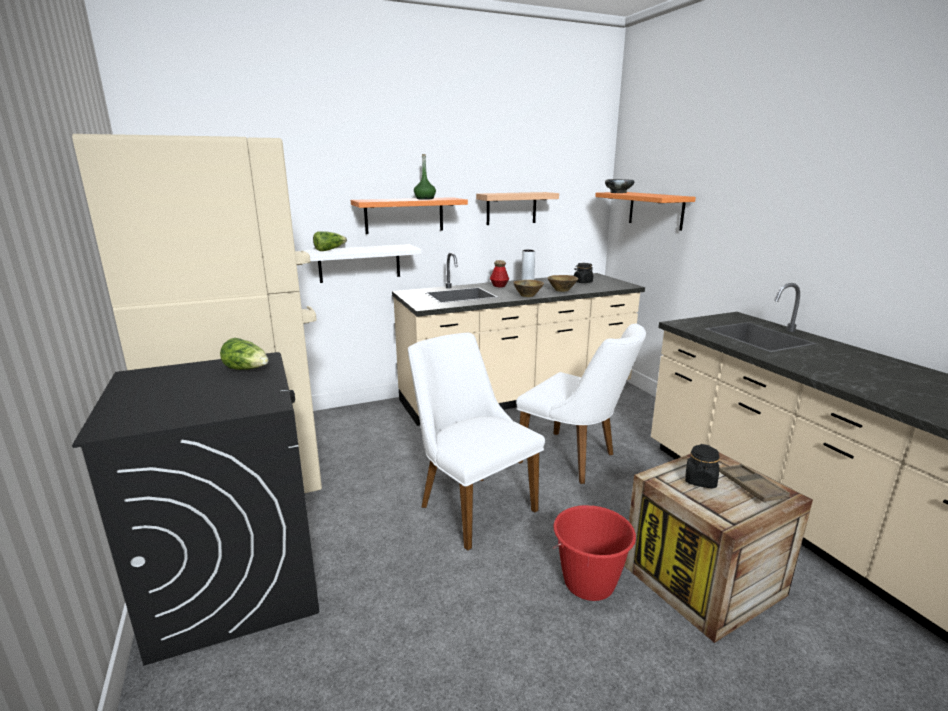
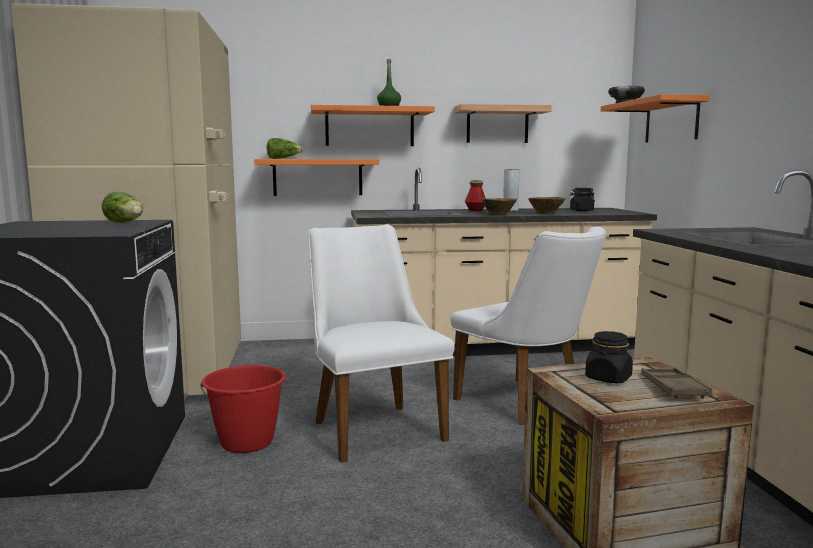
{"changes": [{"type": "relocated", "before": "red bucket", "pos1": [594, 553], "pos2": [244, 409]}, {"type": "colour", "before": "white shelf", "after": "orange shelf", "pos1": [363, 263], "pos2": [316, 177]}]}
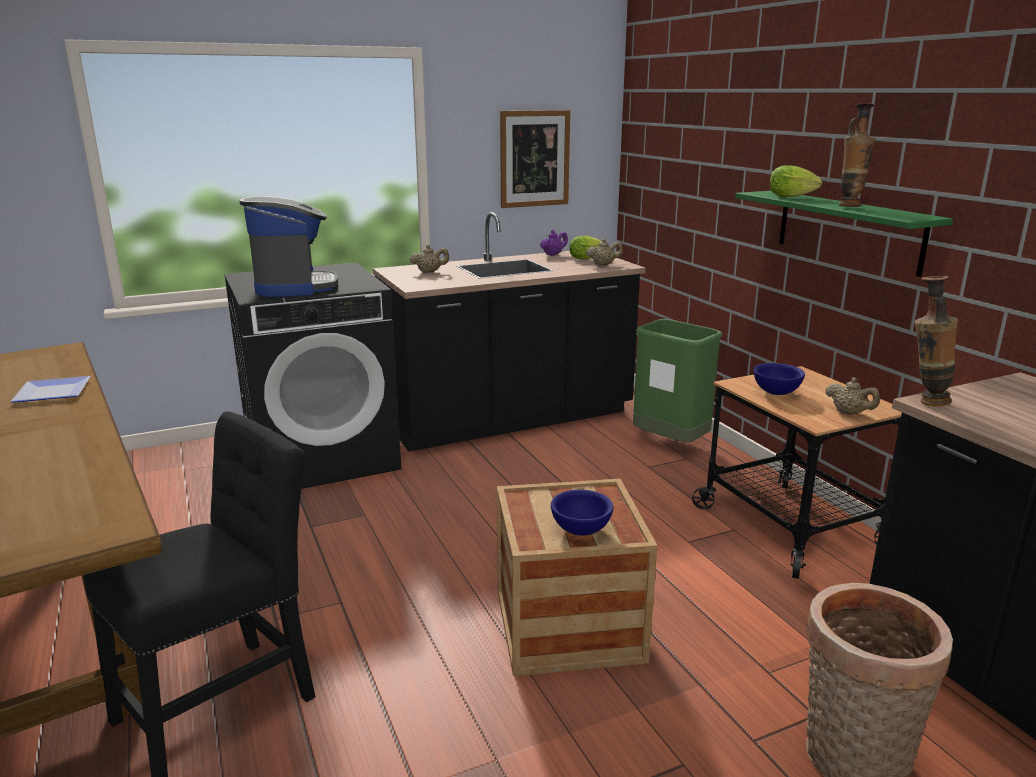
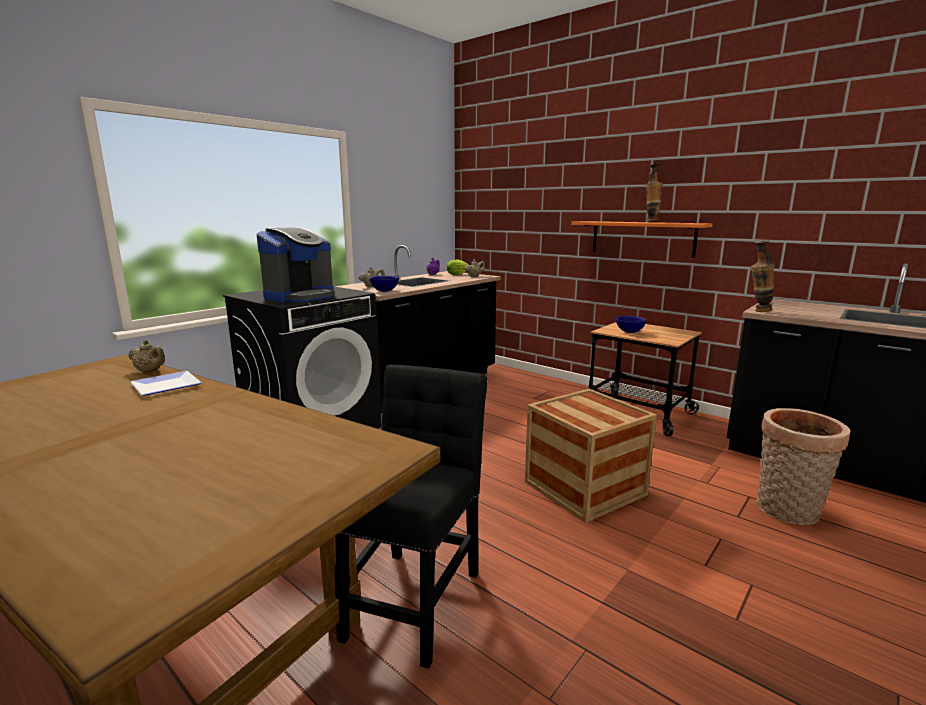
{"changes": [{"type": "missing", "before": "picture", "pos1": [535, 159]}, {"type": "missing", "before": "green trash can", "pos1": [678, 381]}, {"type": "missing", "before": "lettuce", "pos1": [796, 181]}, {"type": "relocated", "before": "blue bowl", "pos1": [582, 513], "pos2": [384, 284]}, {"type": "relocated", "before": "beige teapot", "pos1": [853, 396], "pos2": [146, 356]}, {"type": "colour", "before": "green shelf", "after": "orange shelf", "pos1": [844, 234], "pos2": [642, 239]}, {"type": "spun", "before": "coffee machine", "pos1": [288, 246], "pos2": [296, 264], "turn": 75}]}
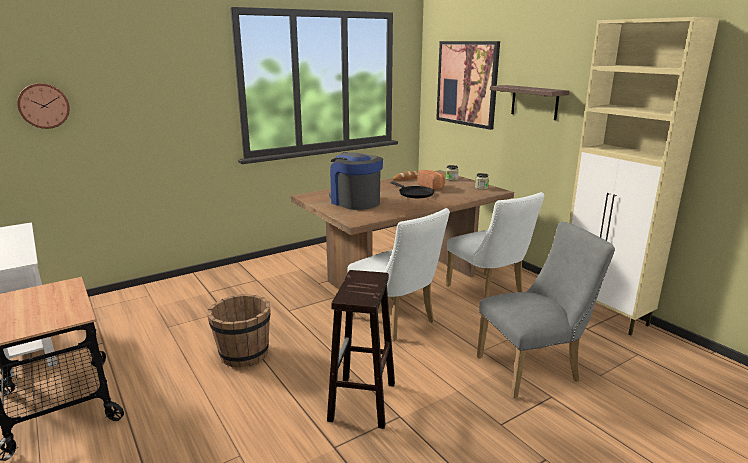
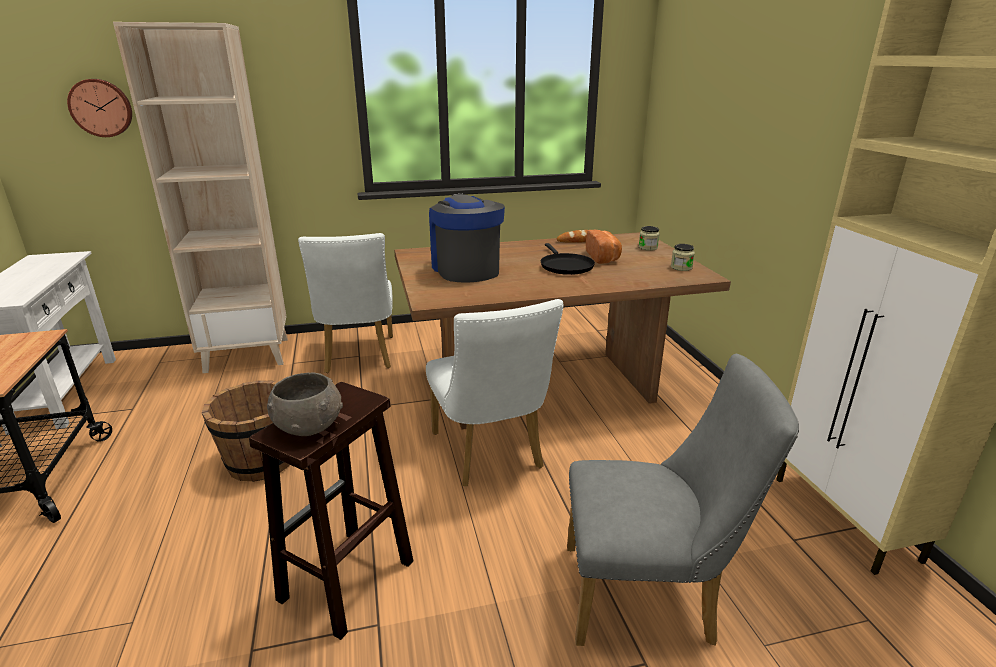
{"changes": [{"type": "missing", "before": "picture", "pos1": [468, 85]}, {"type": "missing", "before": "shelf", "pos1": [530, 102]}, {"type": "appeared", "after": "beige bookcase", "pos2": [200, 197]}, {"type": "appeared", "after": "grey bowl", "pos2": [305, 404]}, {"type": "relocated", "before": "white chair", "pos1": [495, 245], "pos2": [345, 303]}]}
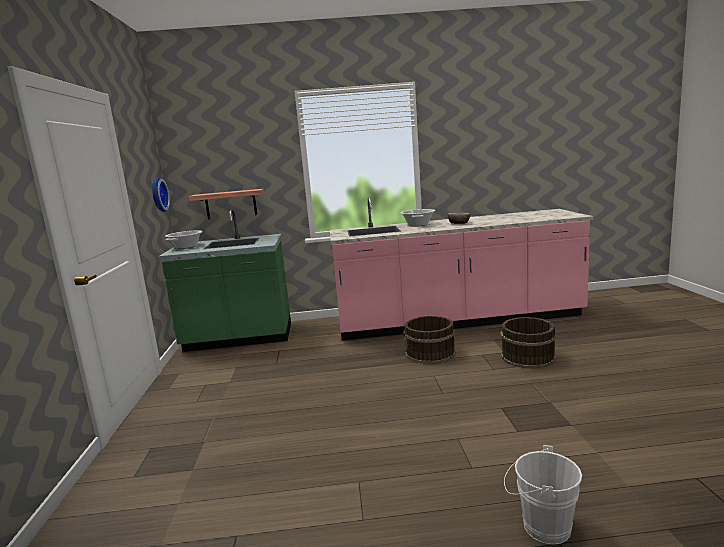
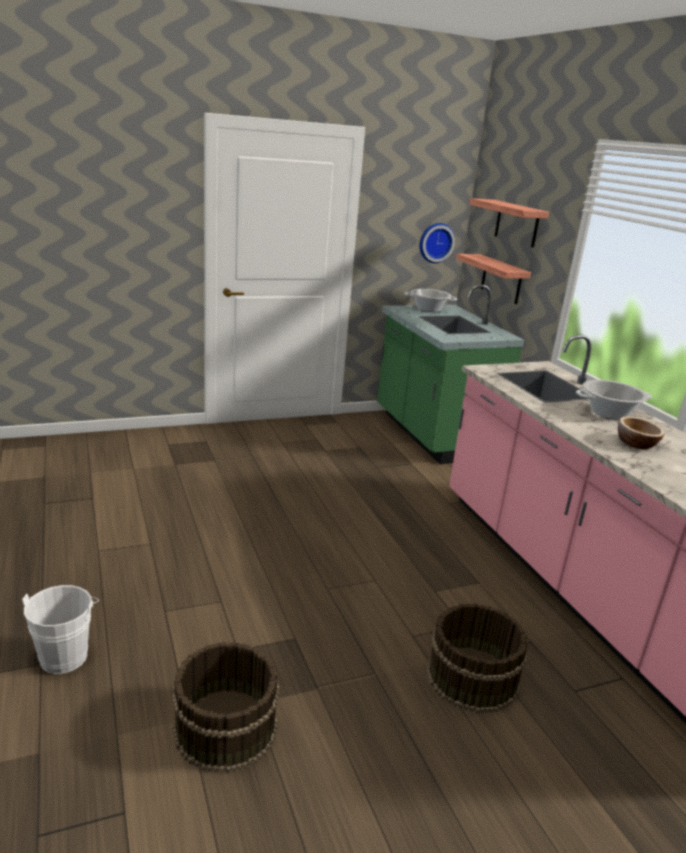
{"changes": [{"type": "appeared", "after": "shelf", "pos2": [509, 223]}, {"type": "relocated", "before": "brown bucket", "pos1": [429, 340], "pos2": [225, 707]}]}
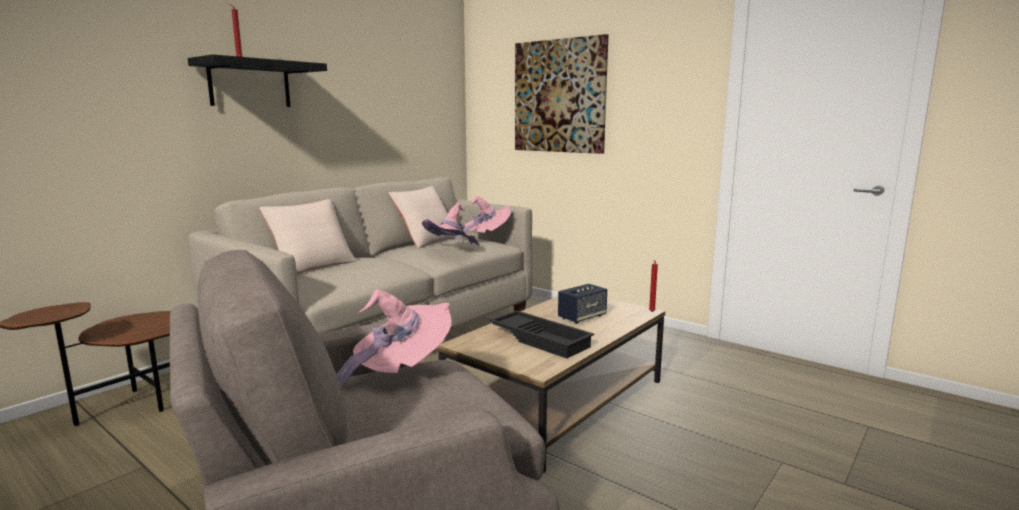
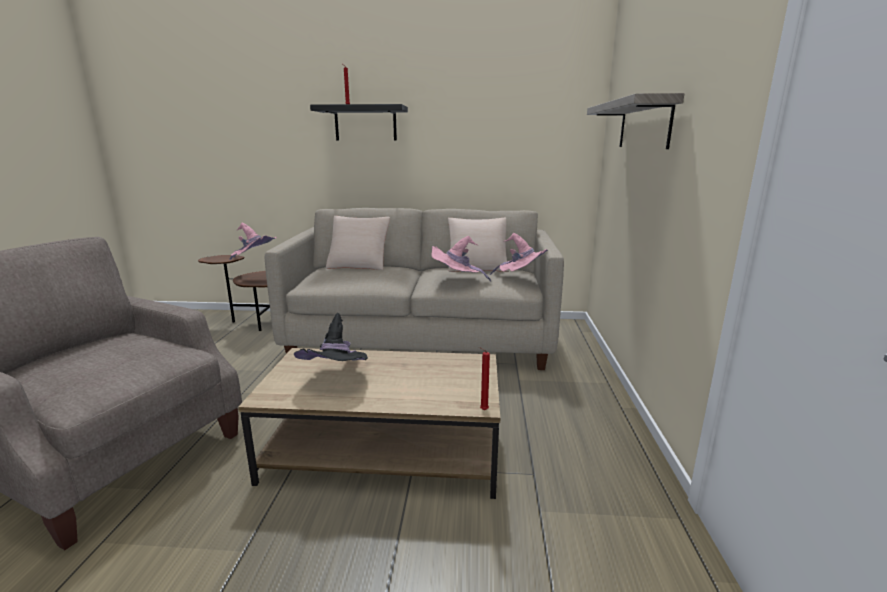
{"changes": [{"type": "missing", "before": "speaker", "pos1": [582, 304]}, {"type": "relocated", "before": "pink hat", "pos1": [394, 339], "pos2": [253, 241]}, {"type": "exchanged", "before": "black tray", "after": "black hat", "pos1": [542, 335], "pos2": [331, 337]}, {"type": "exchanged", "before": "picture", "after": "shelf", "pos1": [561, 94], "pos2": [635, 121]}]}
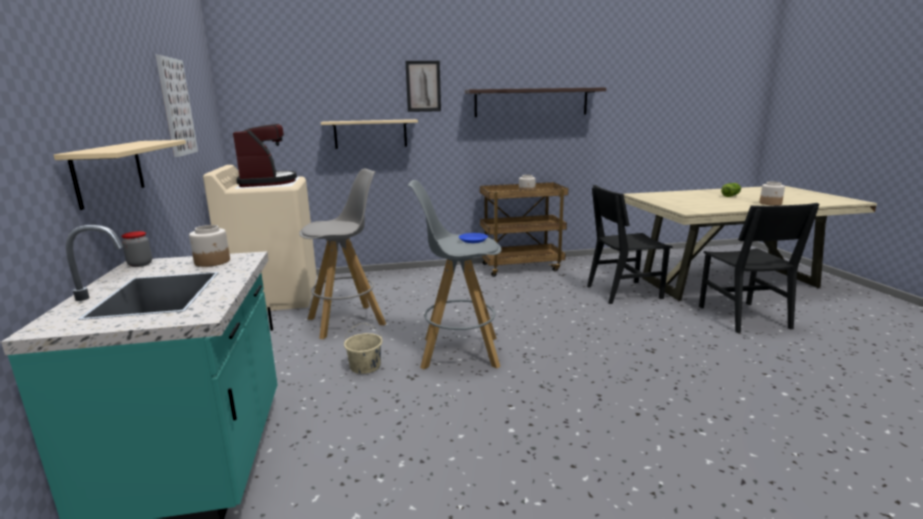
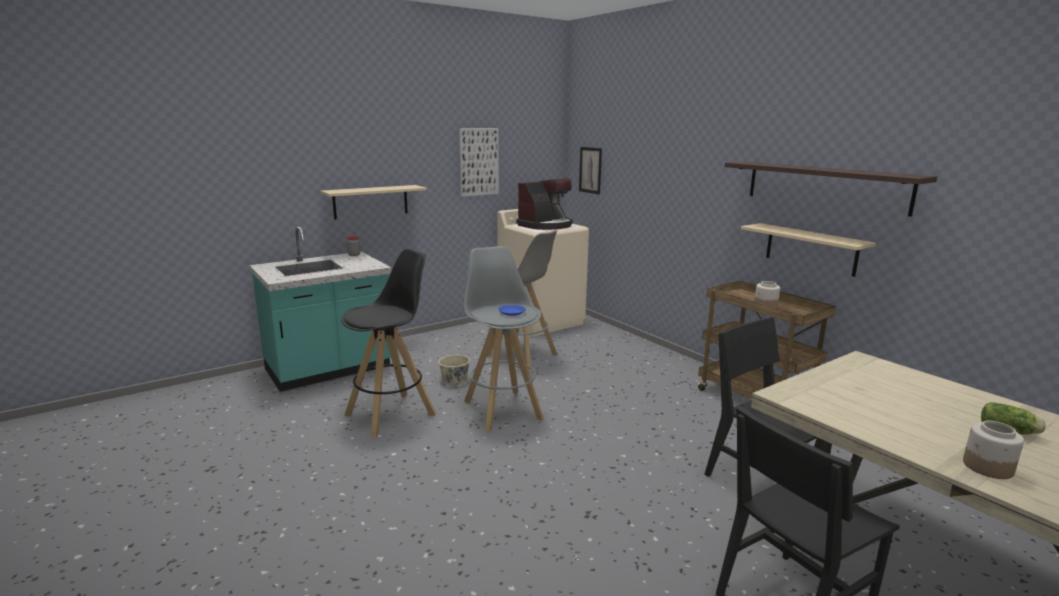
{"changes": [{"type": "missing", "before": "jar", "pos1": [209, 246]}, {"type": "appeared", "after": "black stool", "pos2": [388, 343]}, {"type": "relocated", "before": "beige shelf", "pos1": [369, 134], "pos2": [808, 250]}, {"type": "relocated", "before": "picture", "pos1": [423, 86], "pos2": [590, 170]}]}
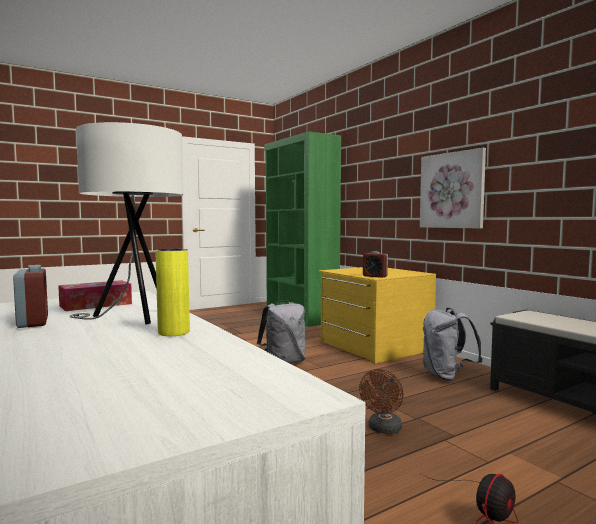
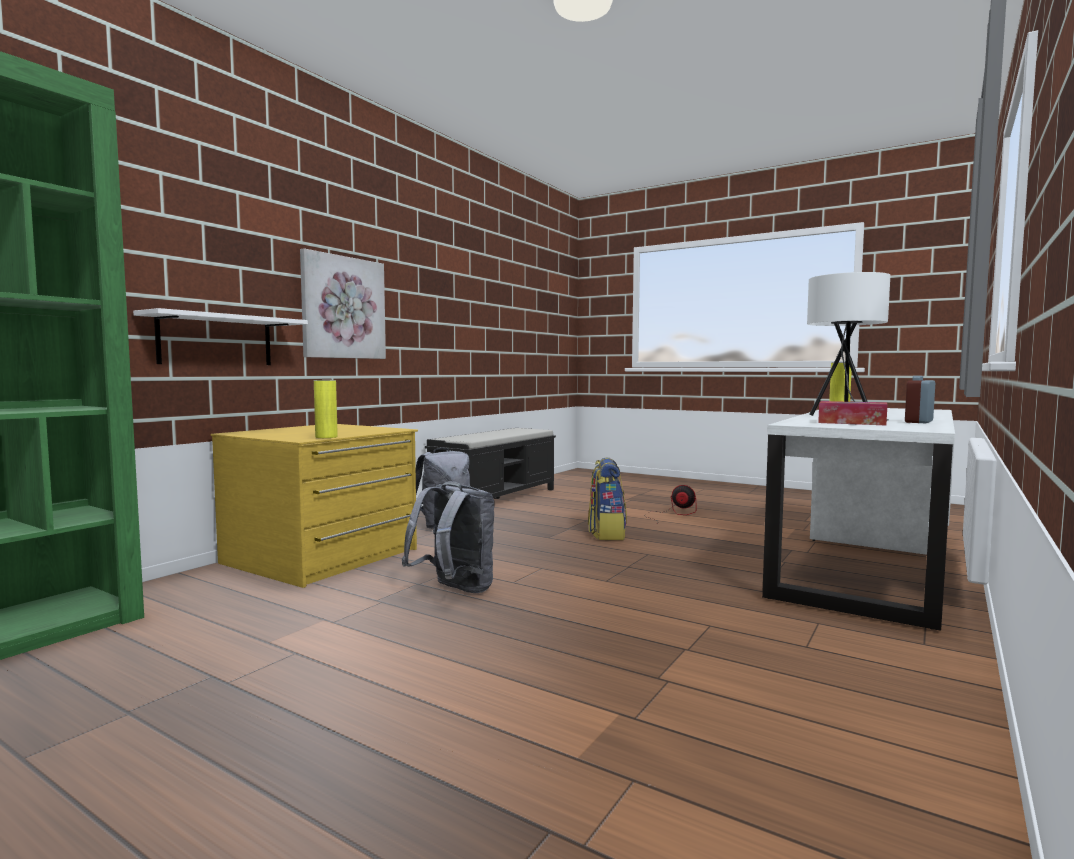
{"changes": [{"type": "missing", "before": "alarm clock", "pos1": [375, 264]}, {"type": "appeared", "after": "white shelf", "pos2": [220, 336]}, {"type": "appeared", "after": "yellow vase", "pos2": [326, 409]}, {"type": "exchanged", "before": "brown fan", "after": "backpack", "pos1": [381, 401], "pos2": [607, 499]}]}
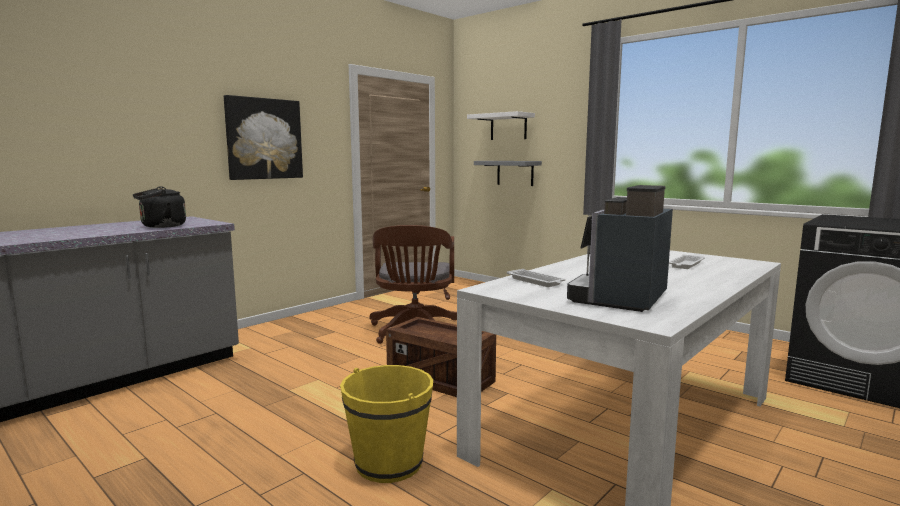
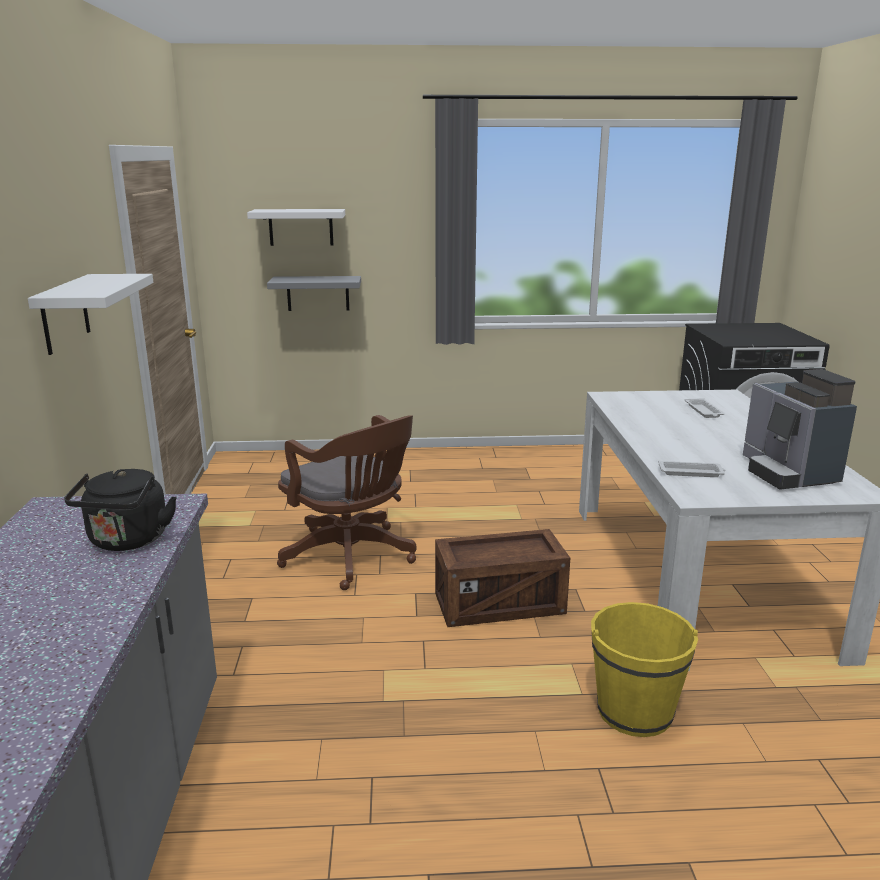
{"changes": [{"type": "exchanged", "before": "picture", "after": "white shelf", "pos1": [263, 137], "pos2": [90, 314]}]}
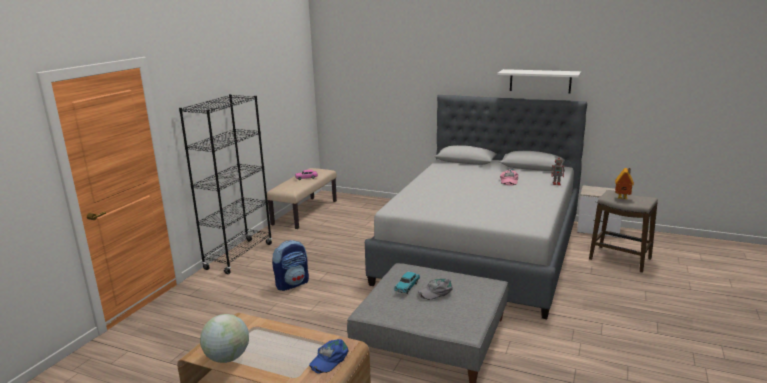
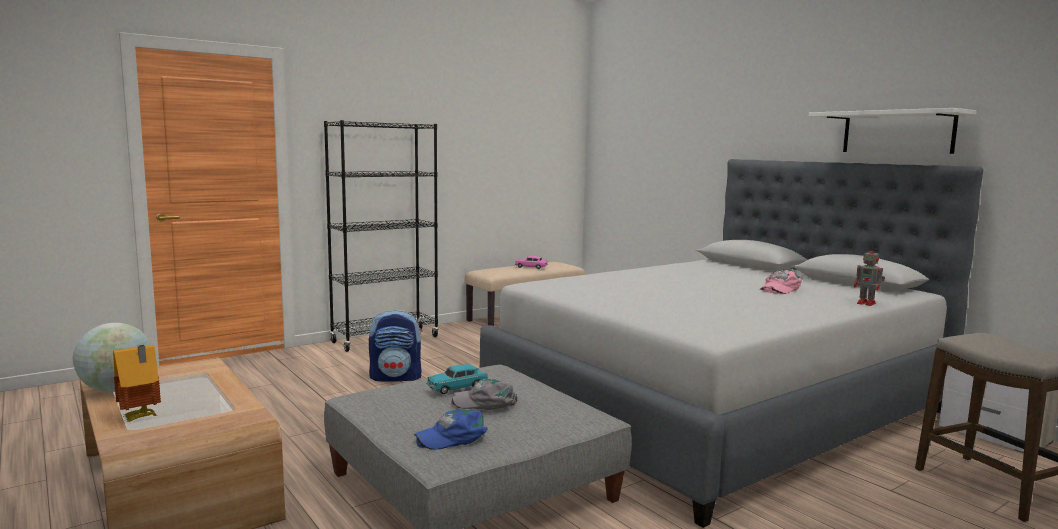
{"changes": [{"type": "relocated", "before": "blue cap", "pos1": [329, 356], "pos2": [451, 429]}, {"type": "relocated", "before": "toy house", "pos1": [624, 184], "pos2": [137, 383]}]}
